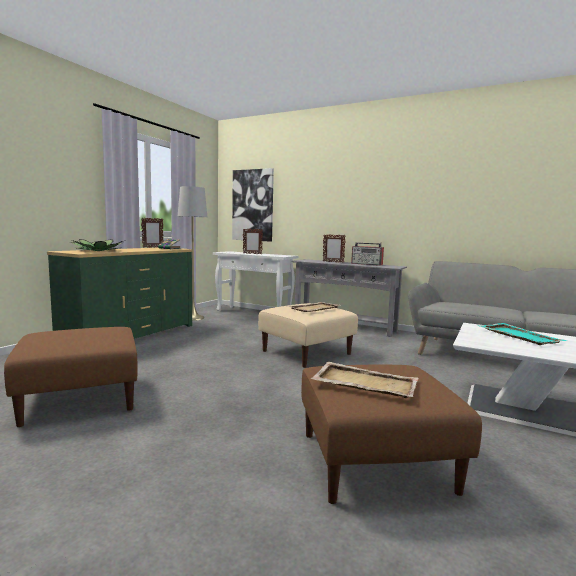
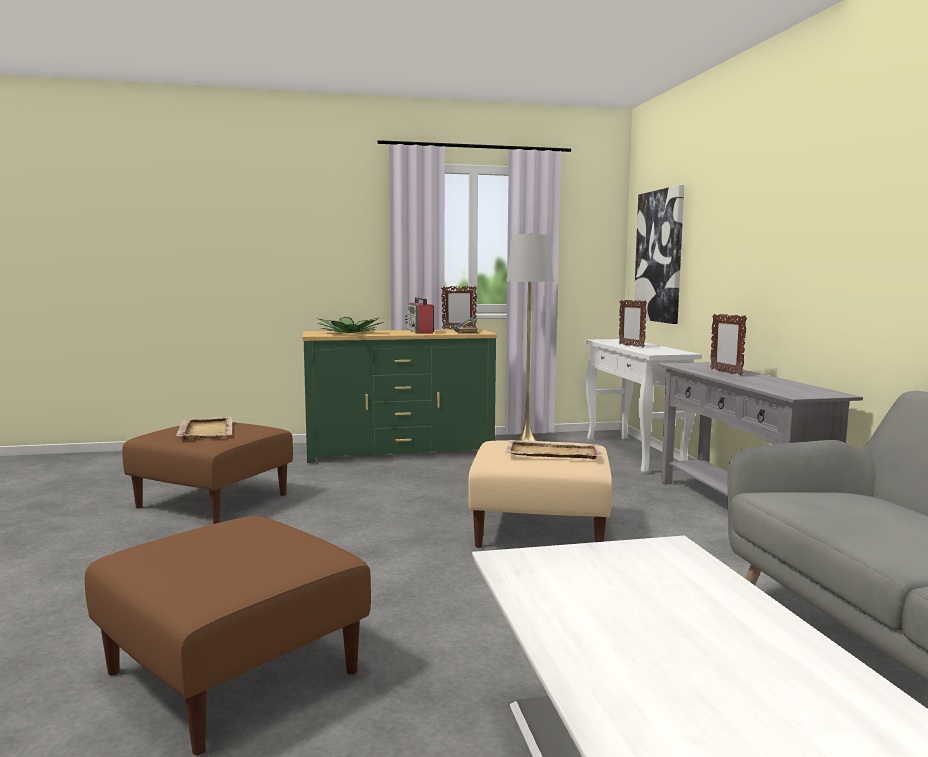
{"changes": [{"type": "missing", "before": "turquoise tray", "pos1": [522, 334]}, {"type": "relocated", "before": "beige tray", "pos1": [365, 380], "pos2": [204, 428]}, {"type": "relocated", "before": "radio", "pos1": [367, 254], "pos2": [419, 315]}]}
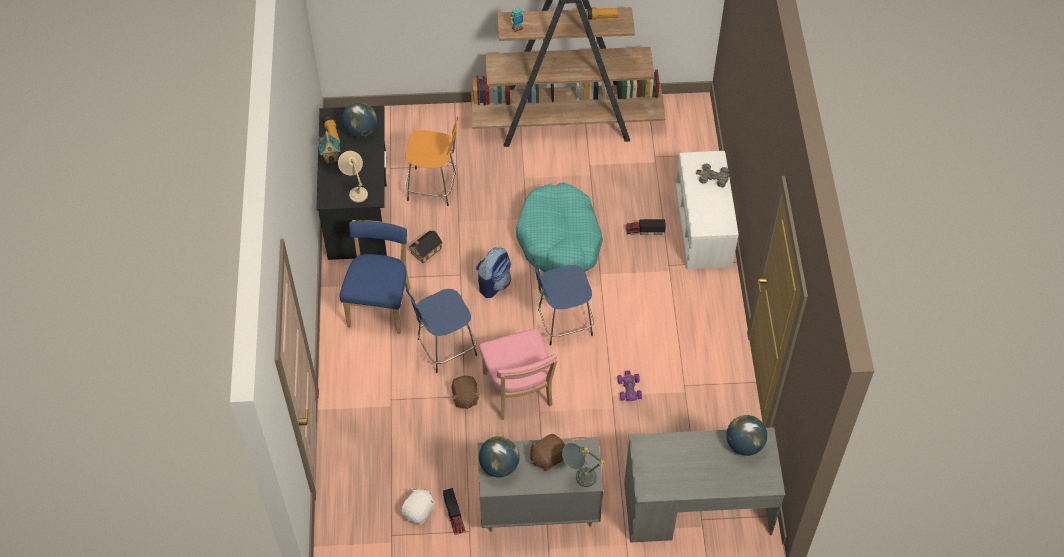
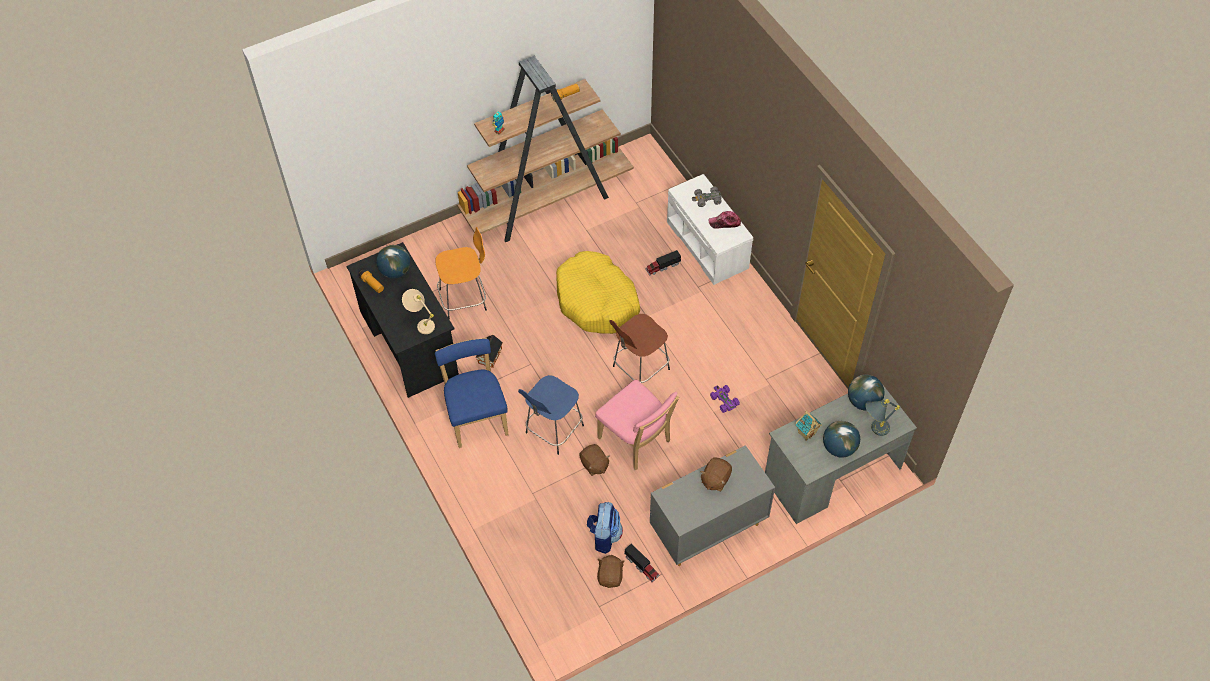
{"changes": [{"type": "appeared", "after": "cap", "pos2": [724, 220]}, {"type": "relocated", "before": "toy house", "pos1": [329, 147], "pos2": [808, 426]}, {"type": "relocated", "before": "backpack", "pos1": [493, 272], "pos2": [605, 528]}, {"type": "relocated", "before": "globe", "pos1": [499, 456], "pos2": [841, 439]}, {"type": "relocated", "before": "grey table lamp", "pos1": [583, 465], "pos2": [882, 417]}, {"type": "colour", "before": "white plush toy", "after": "brown plush toy", "pos1": [418, 506], "pos2": [611, 571]}, {"type": "colour", "before": "turquoise dog bed", "after": "yellow dog bed", "pos1": [559, 227], "pos2": [598, 292]}, {"type": "colour", "before": "blue stool", "after": "brown stool", "pos1": [563, 302], "pos2": [639, 348]}]}
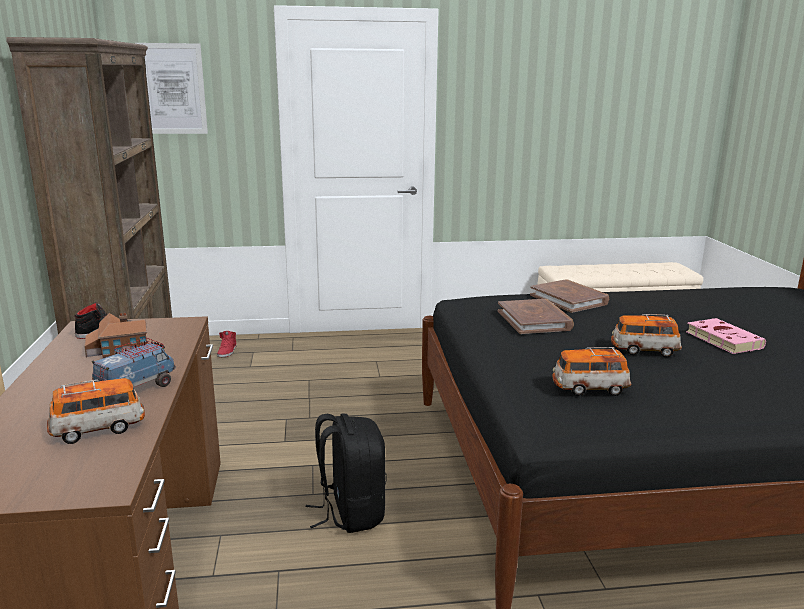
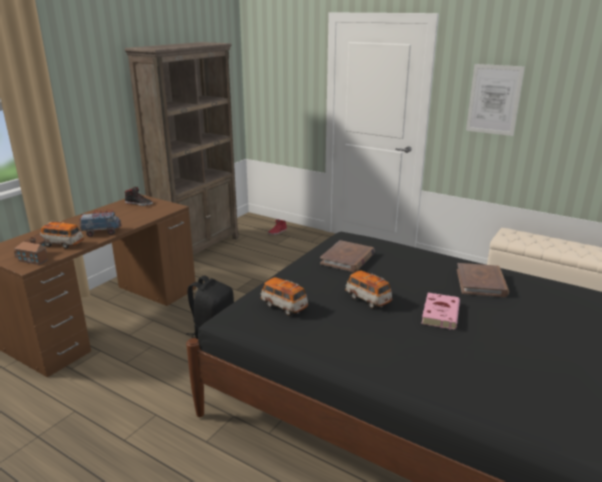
{"changes": [{"type": "relocated", "before": "toy house", "pos1": [115, 335], "pos2": [31, 249]}, {"type": "relocated", "before": "picture", "pos1": [171, 88], "pos2": [495, 100]}, {"type": "relocated", "before": "brown book", "pos1": [569, 296], "pos2": [483, 280]}]}
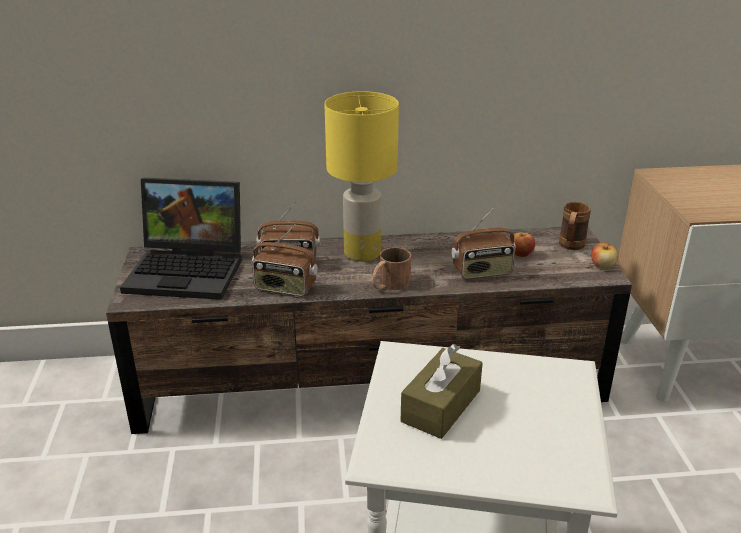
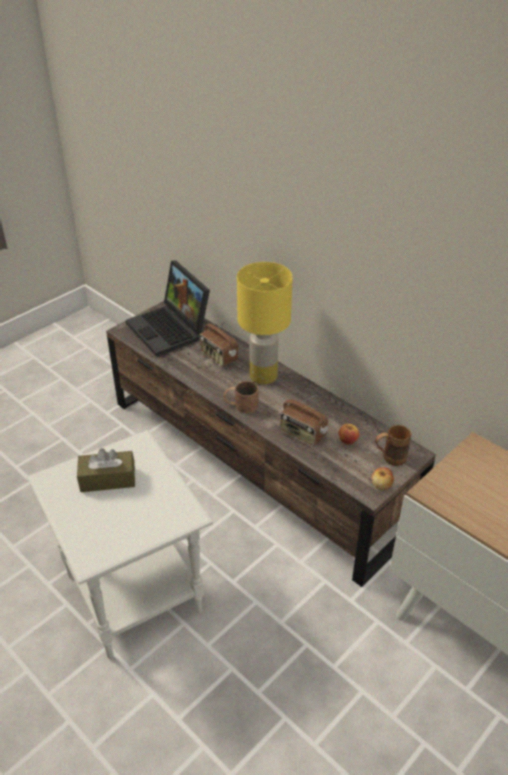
{"changes": [{"type": "missing", "before": "radio", "pos1": [285, 260]}]}
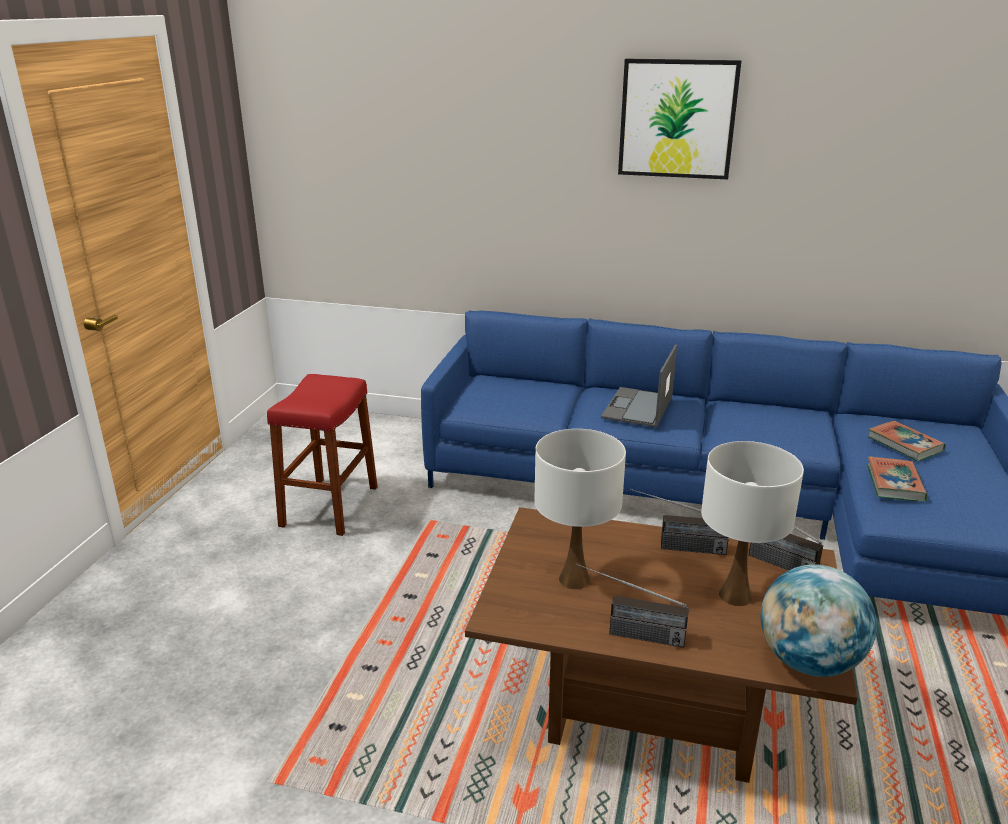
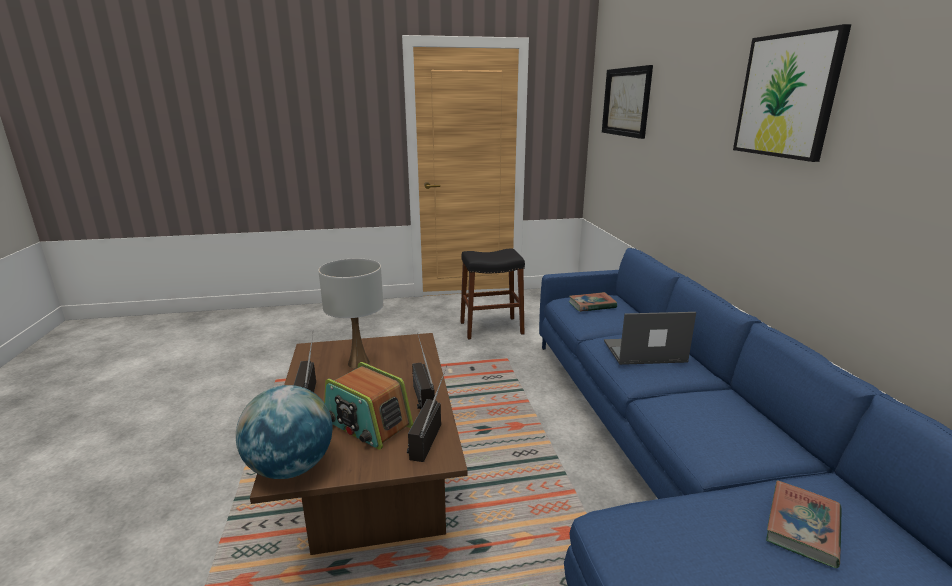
{"changes": [{"type": "appeared", "after": "picture", "pos2": [627, 102]}, {"type": "relocated", "before": "book", "pos1": [897, 479], "pos2": [593, 302]}, {"type": "exchanged", "before": "white table lamp", "after": "radio", "pos1": [752, 523], "pos2": [368, 406]}, {"type": "colour", "before": "red stool", "after": "black stool", "pos1": [322, 455], "pos2": [492, 294]}]}
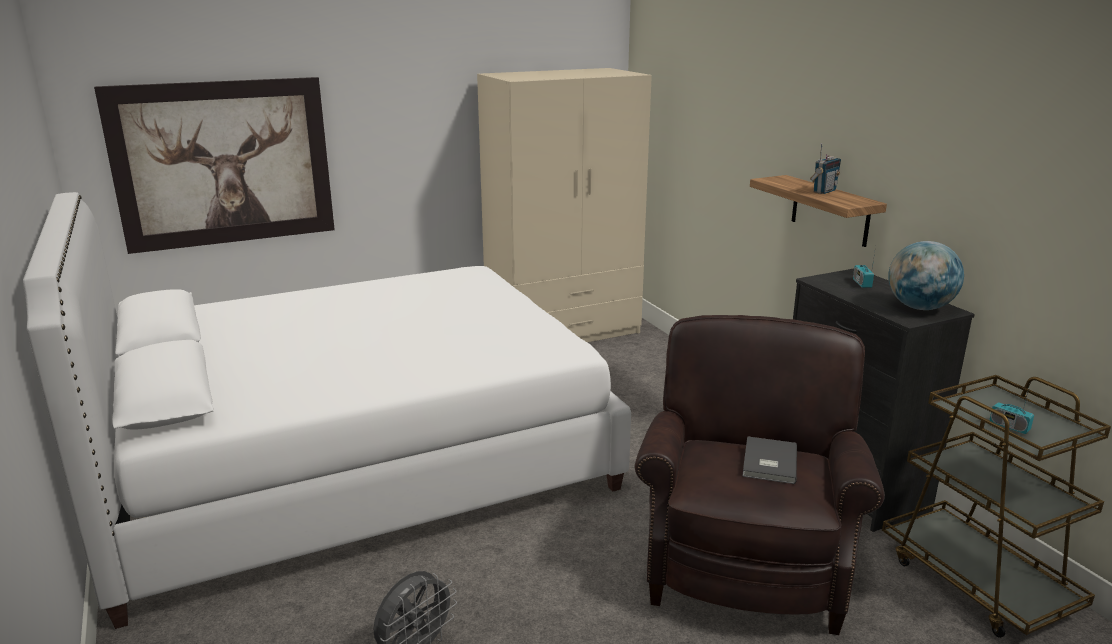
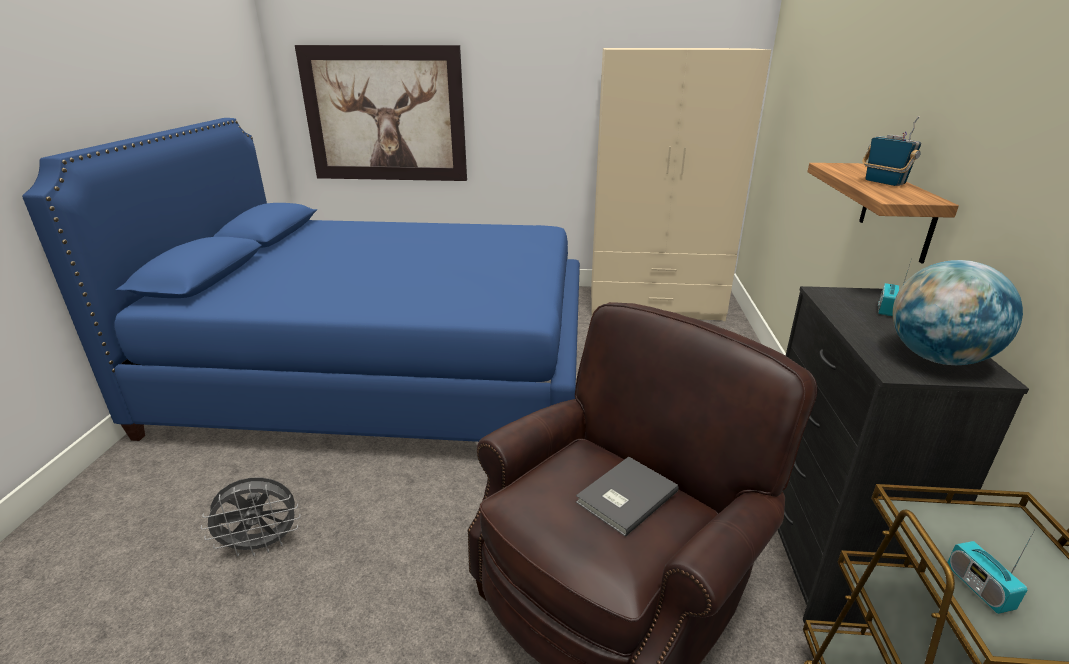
{"changes": [{"type": "colour", "before": "white bed", "after": "blue bed", "pos1": [327, 410], "pos2": [301, 280]}, {"type": "spun", "before": "radio", "pos1": [825, 168], "pos2": [891, 151], "turn": -105}]}
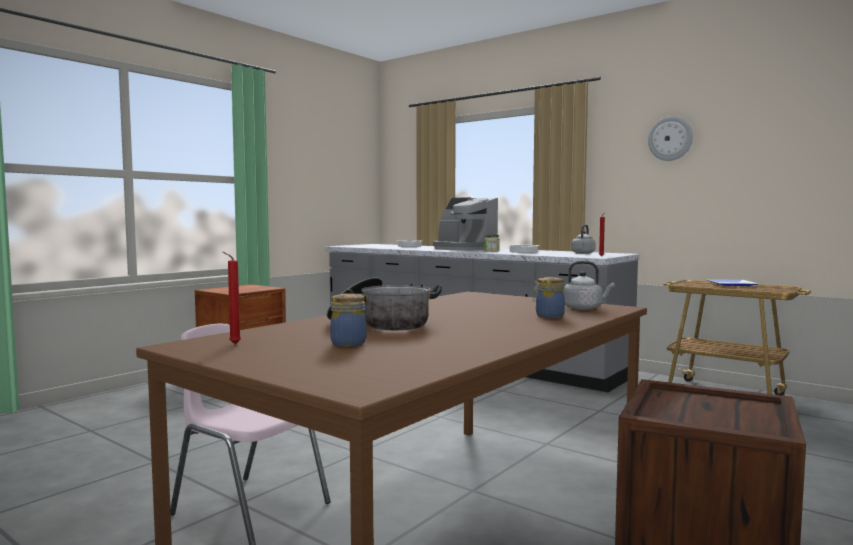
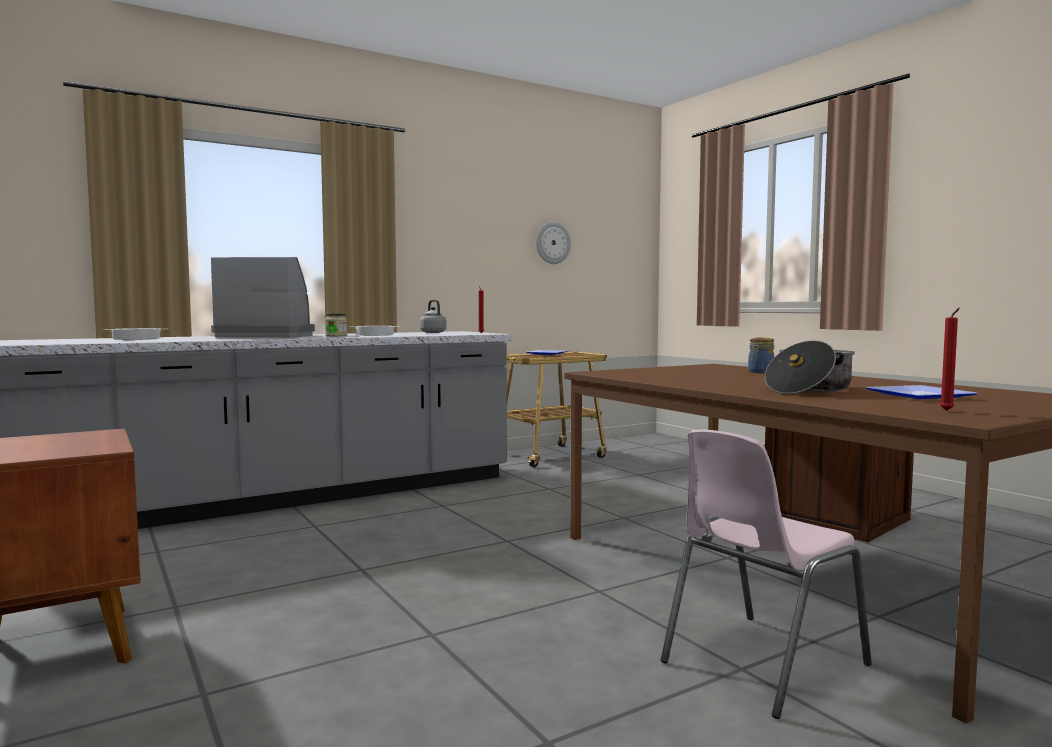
{"changes": [{"type": "missing", "before": "grey kettle", "pos1": [589, 285]}, {"type": "relocated", "before": "wall clock", "pos1": [670, 138], "pos2": [553, 243]}, {"type": "exchanged", "before": "jar", "after": "plate", "pos1": [348, 320], "pos2": [922, 392]}, {"type": "spun", "before": "coffee machine", "pos1": [465, 223], "pos2": [263, 297], "turn": -150}]}
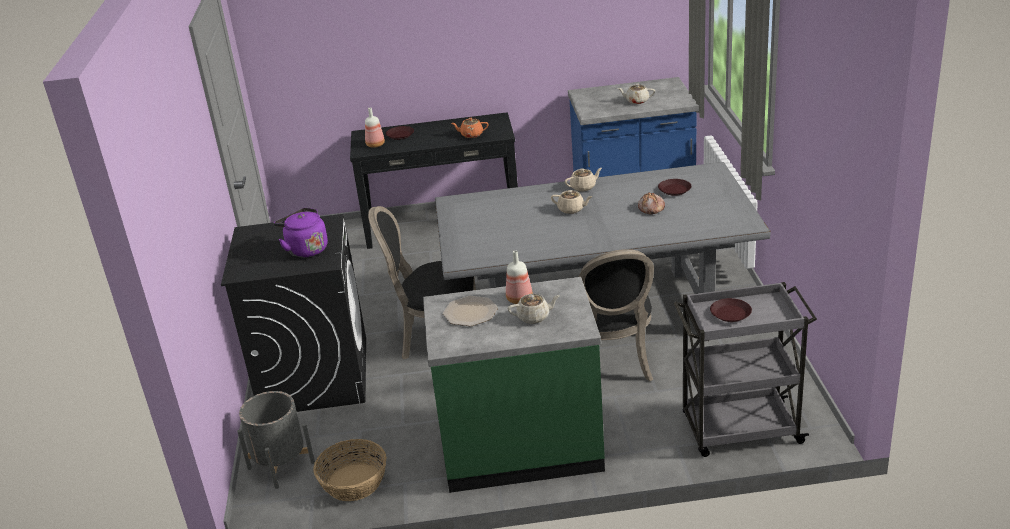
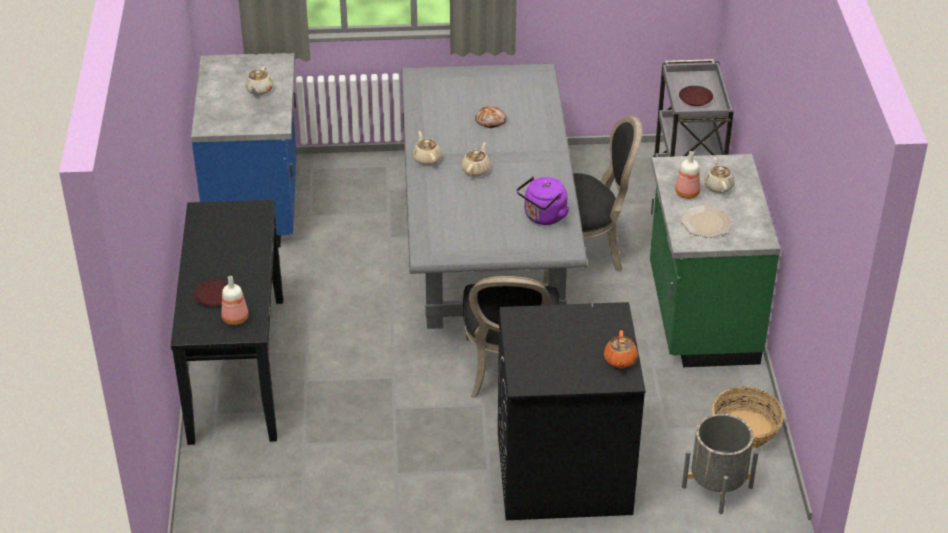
{"changes": [{"type": "missing", "before": "brown plate", "pos1": [674, 187]}, {"type": "relocated", "before": "purple kettle", "pos1": [301, 233], "pos2": [543, 200]}, {"type": "relocated", "before": "orange teapot", "pos1": [470, 128], "pos2": [621, 349]}]}
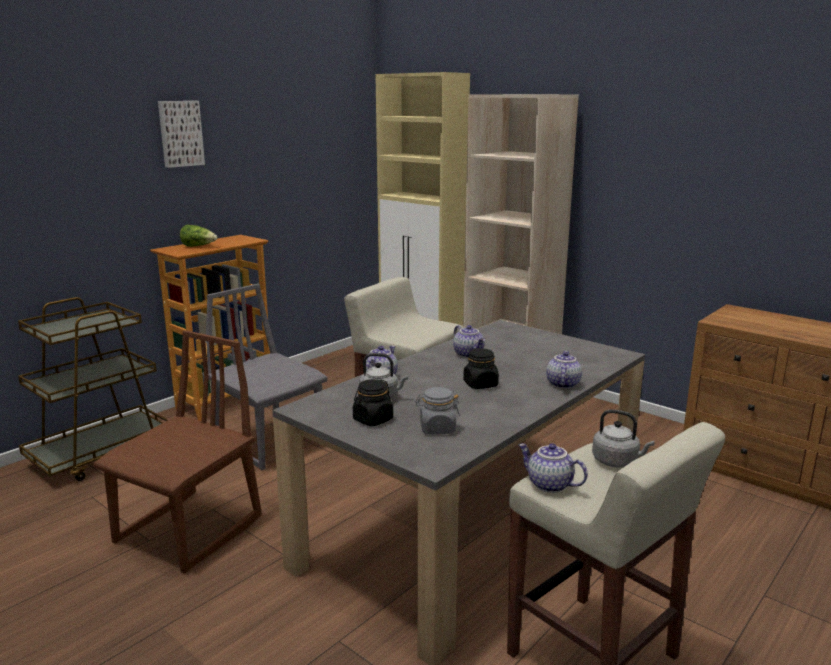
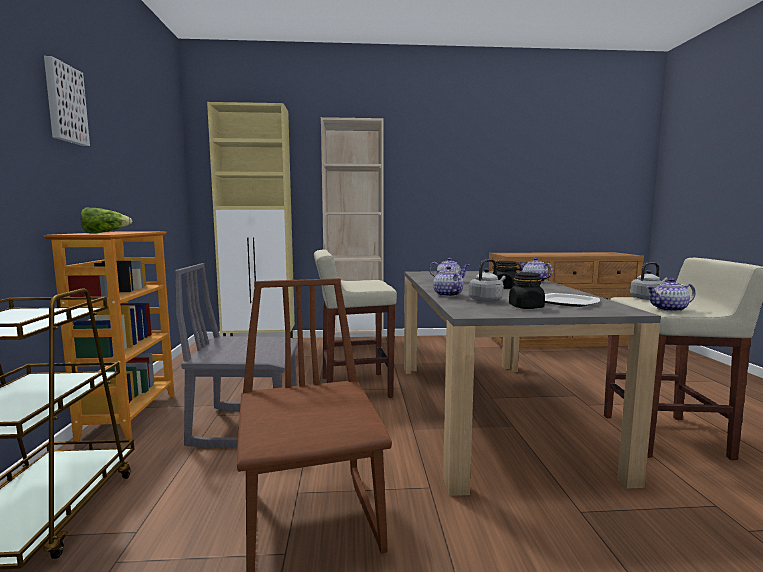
{"changes": [{"type": "exchanged", "before": "grey jar", "after": "plate", "pos1": [437, 410], "pos2": [572, 300]}]}
